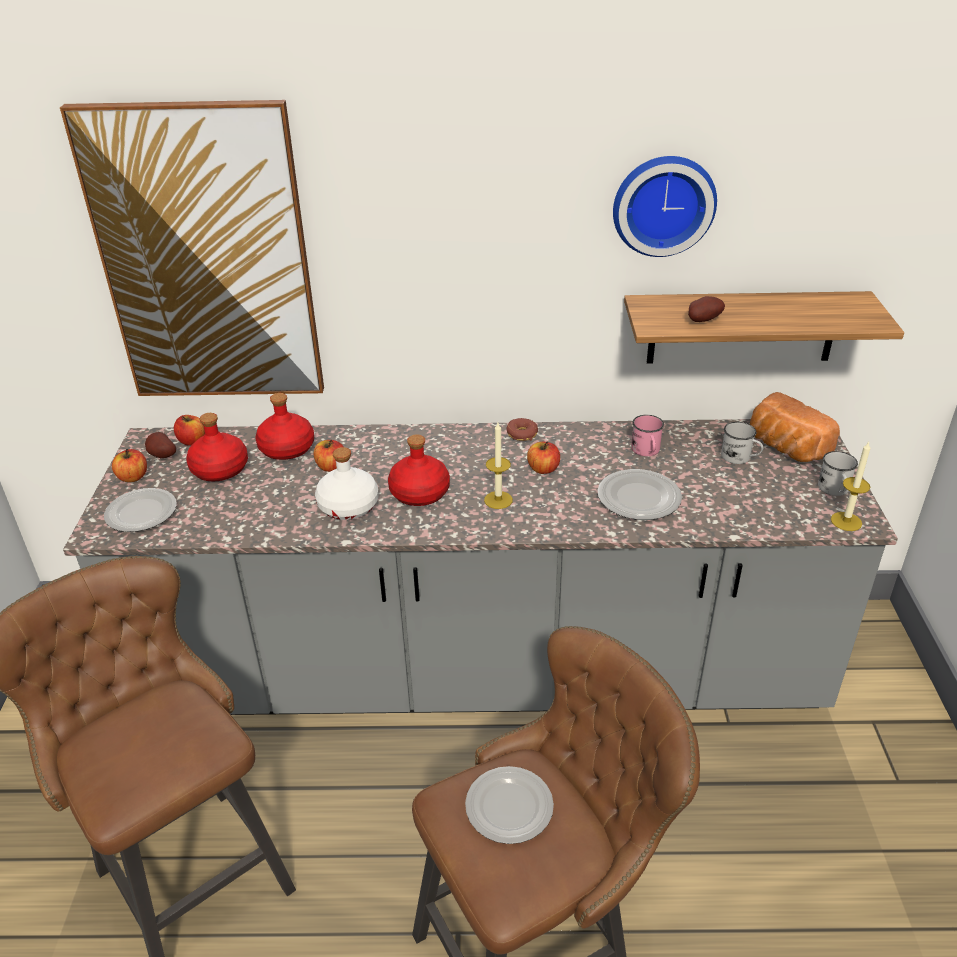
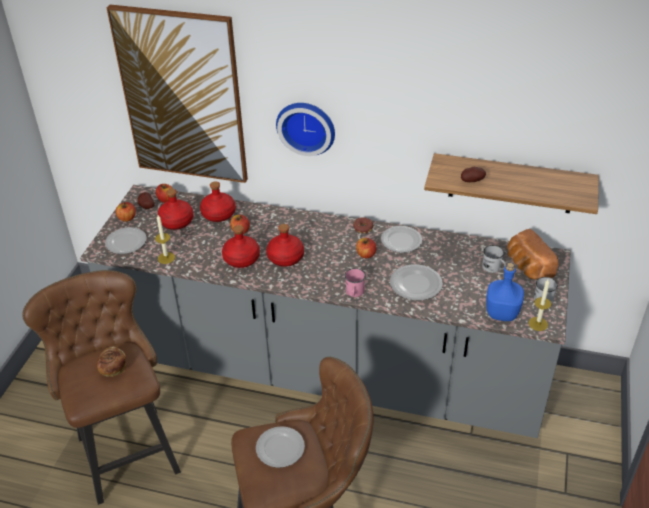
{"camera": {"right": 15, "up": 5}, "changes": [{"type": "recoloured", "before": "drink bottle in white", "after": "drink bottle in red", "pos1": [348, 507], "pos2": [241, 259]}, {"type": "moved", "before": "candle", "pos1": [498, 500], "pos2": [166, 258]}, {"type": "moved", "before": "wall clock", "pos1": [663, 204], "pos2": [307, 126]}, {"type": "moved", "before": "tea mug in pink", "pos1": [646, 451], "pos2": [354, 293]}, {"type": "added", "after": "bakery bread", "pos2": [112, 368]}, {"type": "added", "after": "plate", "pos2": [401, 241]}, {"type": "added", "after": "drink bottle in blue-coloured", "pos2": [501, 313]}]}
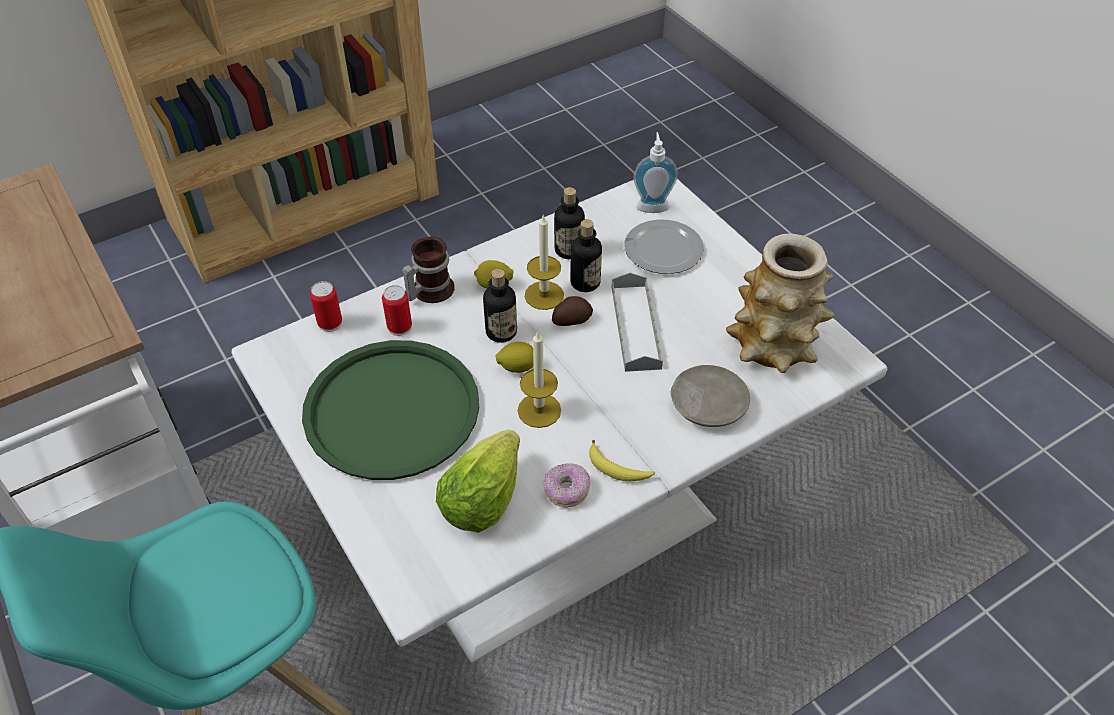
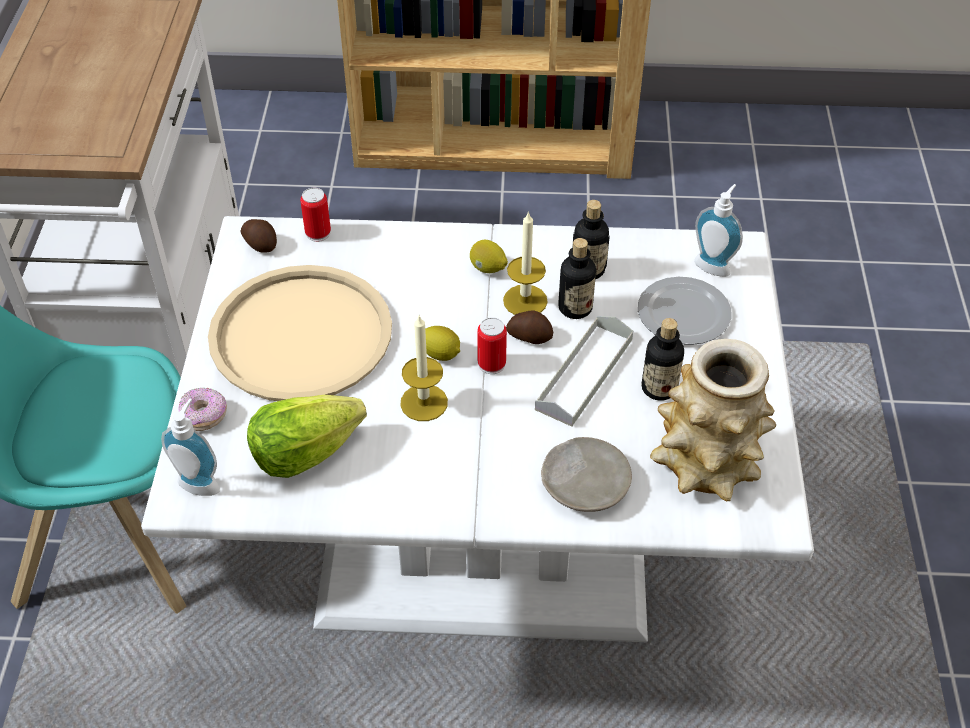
{"camera": {"right": 35, "up": 0}, "changes": [{"type": "recoloured", "before": "tray in green", "after": "tray in sand-coloured", "pos1": [392, 410], "pos2": [301, 335]}, {"type": "moved", "before": "sealed can", "pos1": [399, 327], "pos2": [491, 364]}, {"type": "removed", "before": "tea mug", "pos1": [429, 290]}, {"type": "moved", "before": "drink bottle", "pos1": [501, 332], "pos2": [659, 388]}, {"type": "moved", "before": "ring doughnut", "pos1": [566, 491], "pos2": [204, 416]}, {"type": "removed", "before": "banana", "pos1": [617, 469]}, {"type": "added", "after": "liquid soap bottle", "pos2": [201, 481]}, {"type": "added", "after": "spud", "pos2": [261, 244]}]}
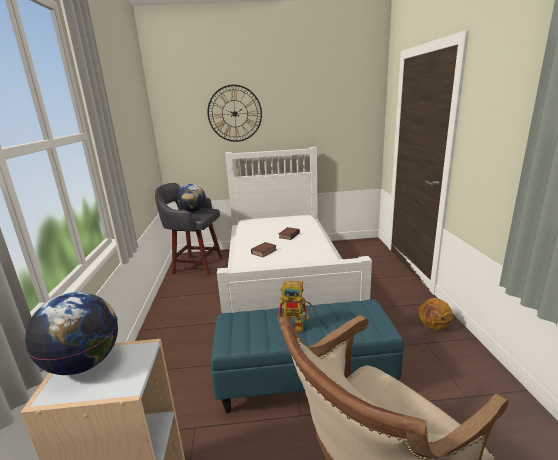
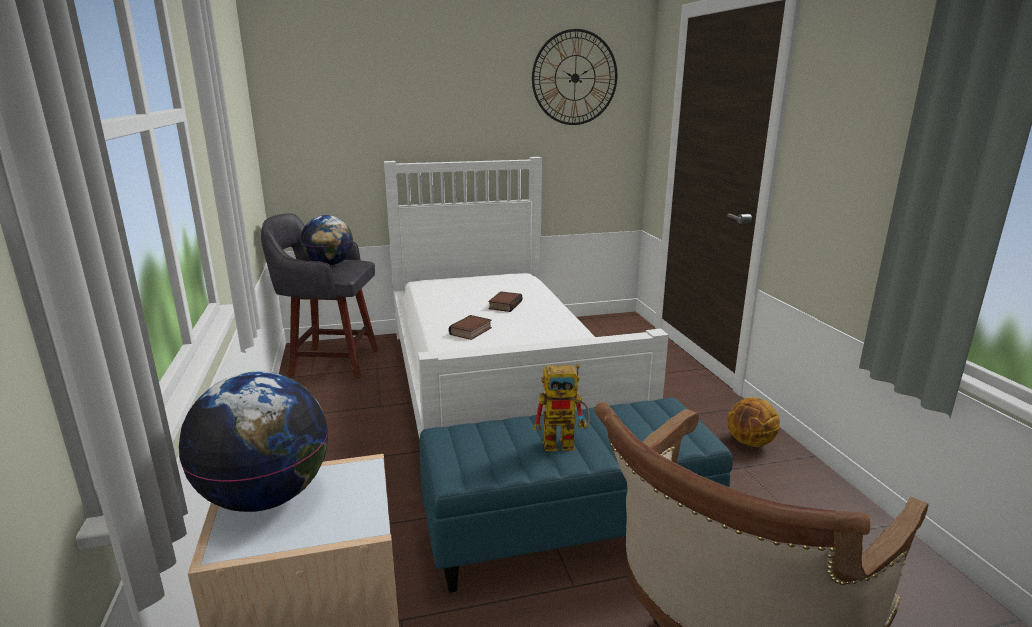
{"camera": {"right": -10, "up": 0}, "changes": [{"type": "moved", "before": "wall clock", "pos1": [234, 113], "pos2": [575, 78]}]}
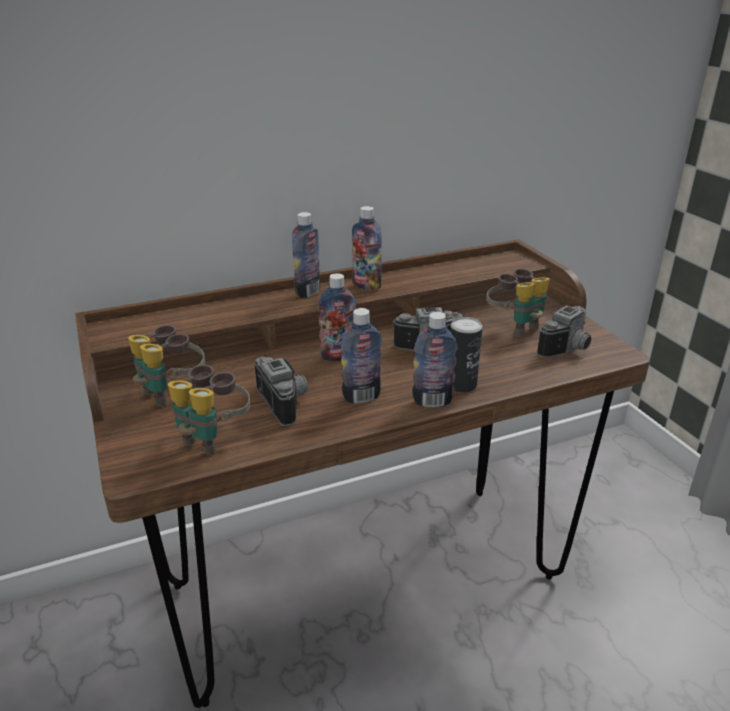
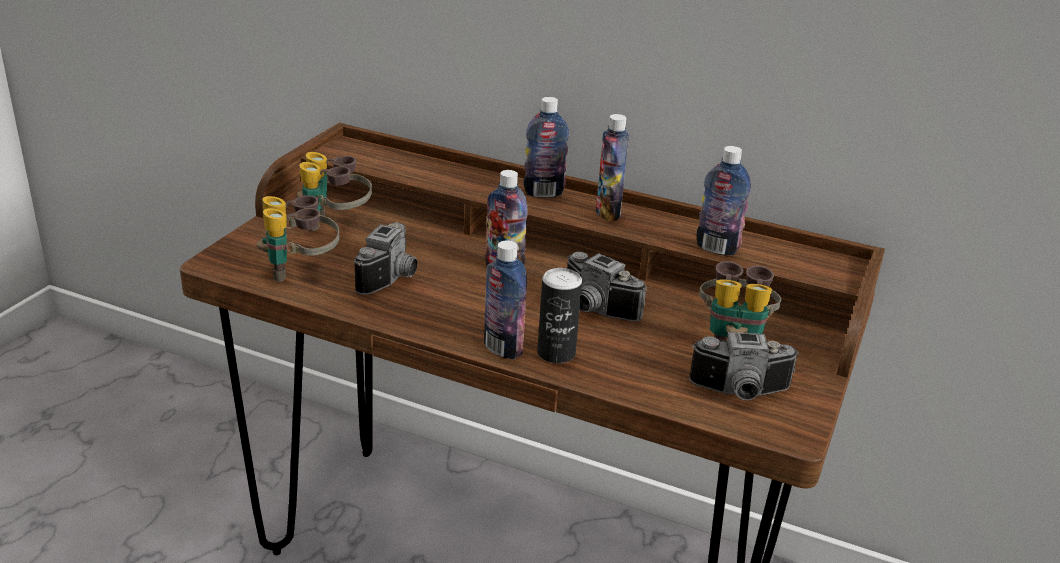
{"camera": {"right": 45, "up": 0}, "changes": [{"type": "moved", "before": "drink bottle", "pos1": [361, 397], "pos2": [717, 248]}]}
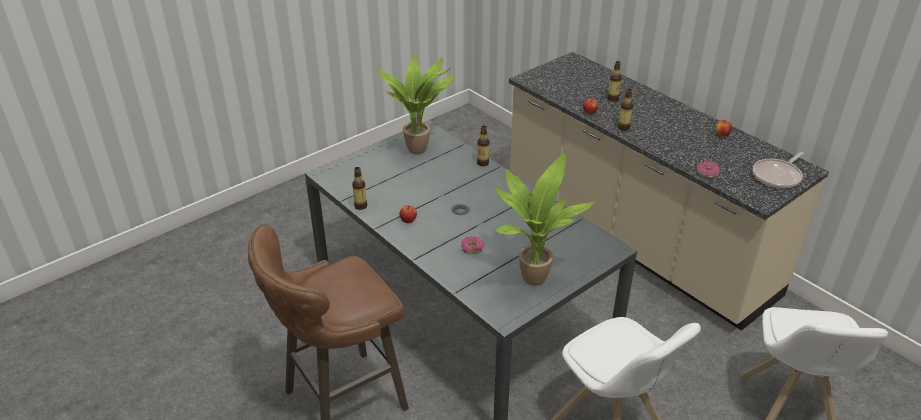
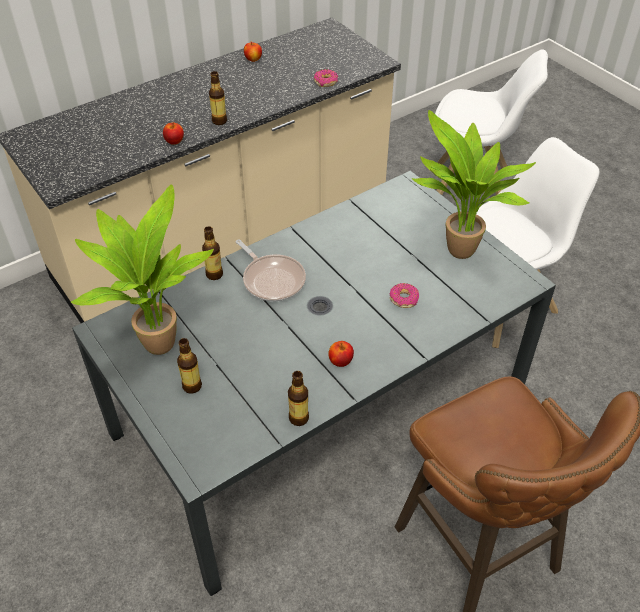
{"camera": {"right": -85, "up": 10}, "changes": [{"type": "moved", "before": "drink bottle", "pos1": [613, 99], "pos2": [192, 386]}, {"type": "moved", "before": "pan", "pos1": [778, 176], "pos2": [272, 279]}]}
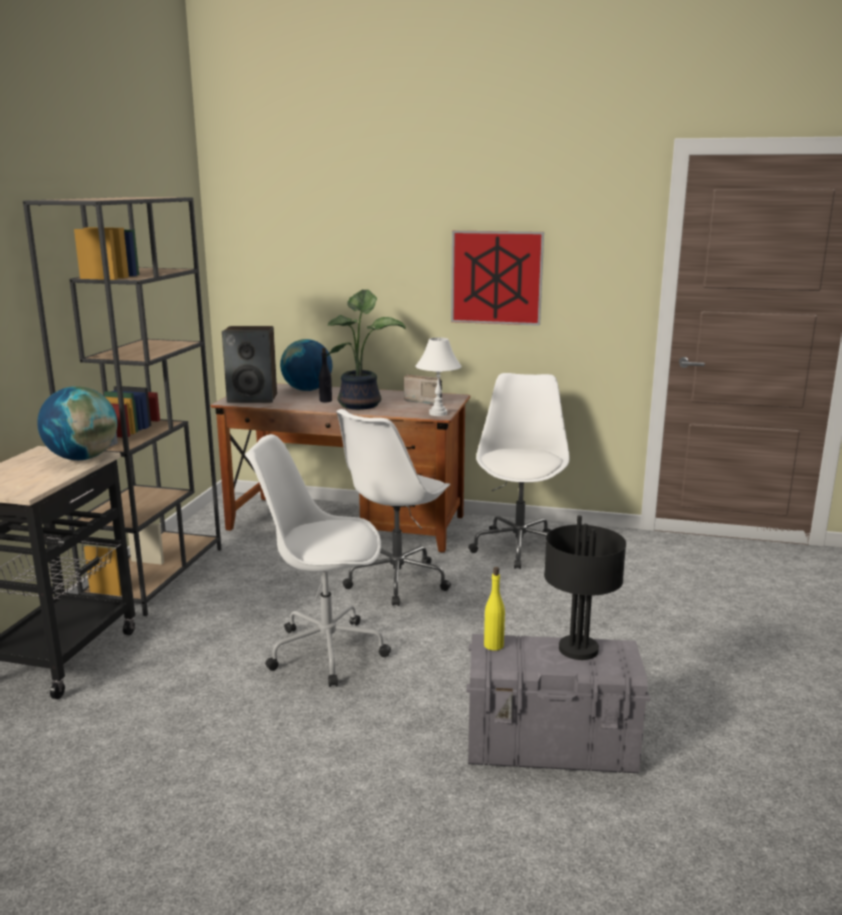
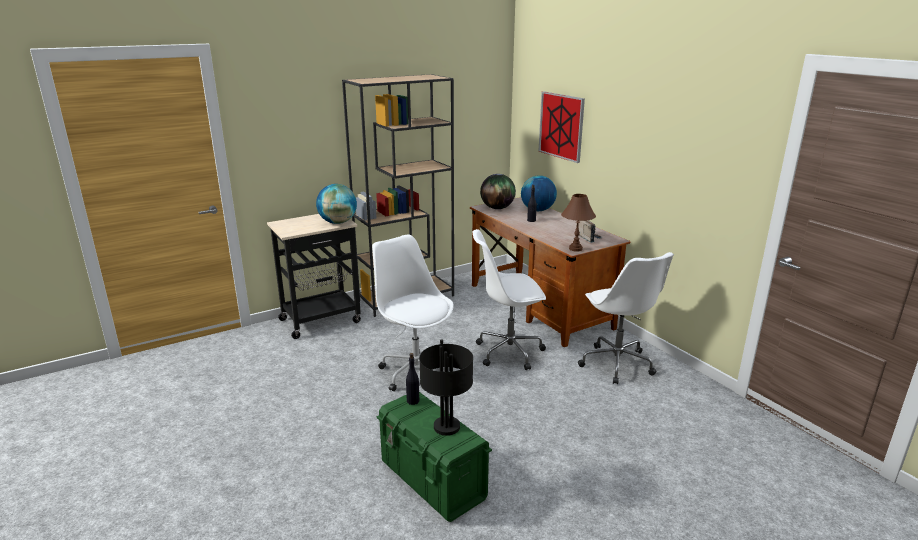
{"camera": {"right": 45, "up": 5}, "changes": [{"type": "replaced", "before": "audio speaker", "after": "desk globe", "pos1": [253, 398], "pos2": [497, 208]}, {"type": "removed", "before": "plant in a pot", "pos1": [362, 404]}, {"type": "recoloured", "before": "lamp for a table in white", "after": "lamp for a table in brown-coloured", "pos1": [437, 413], "pos2": [575, 249]}, {"type": "moved", "before": "wall art", "pos1": [496, 277], "pos2": [561, 126]}, {"type": "recoloured", "before": "storage box in greyish", "after": "storage box in green", "pos1": [551, 748], "pos2": [433, 480]}, {"type": "turned", "before": "office chair in white", "pos1": [519, 547], "pos2": [617, 365], "turn": 105}, {"type": "recoloured", "before": "drink bottle in yellow-coloured", "after": "drink bottle in black", "pos1": [493, 645], "pos2": [413, 401]}]}
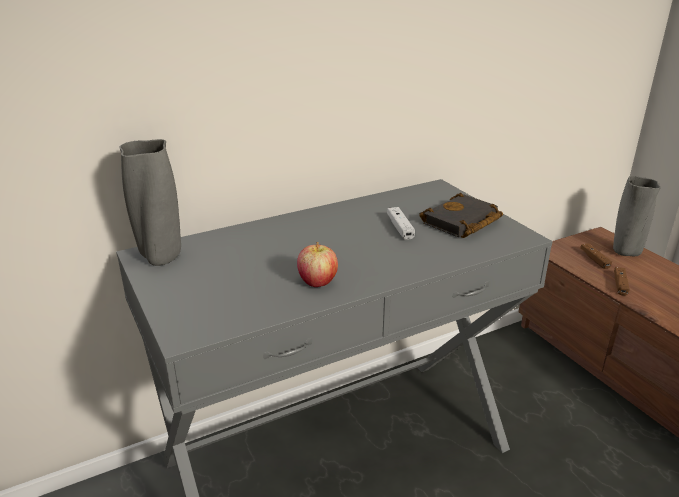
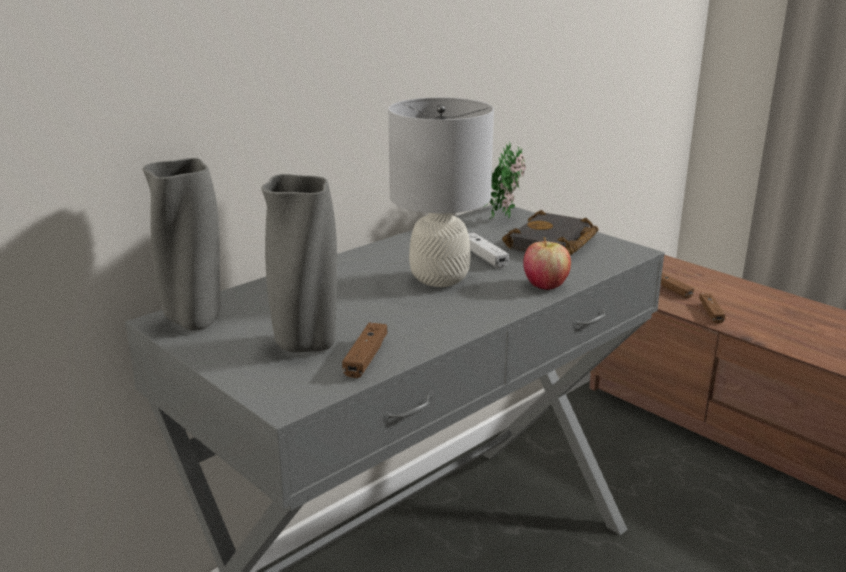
{"camera": {"right": -15, "up": -5}, "changes": [{"type": "moved", "before": "apple", "pos1": [317, 282], "pos2": [545, 285]}, {"type": "moved", "before": "vase in greyish", "pos1": [625, 252], "pos2": [305, 345]}, {"type": "added", "after": "gamepad in brown-coloured", "pos2": [366, 358]}, {"type": "added", "after": "lamp for a table in greyish", "pos2": [437, 281]}, {"type": "added", "after": "plant in a pot", "pos2": [505, 215]}]}
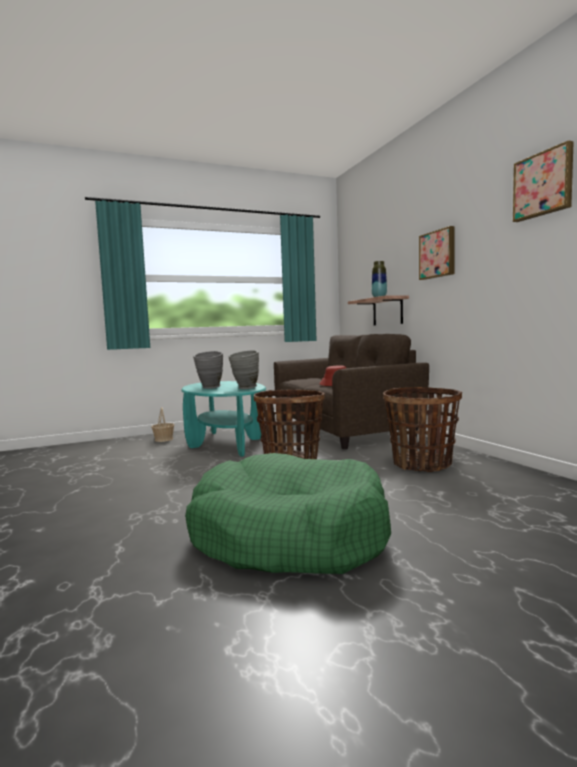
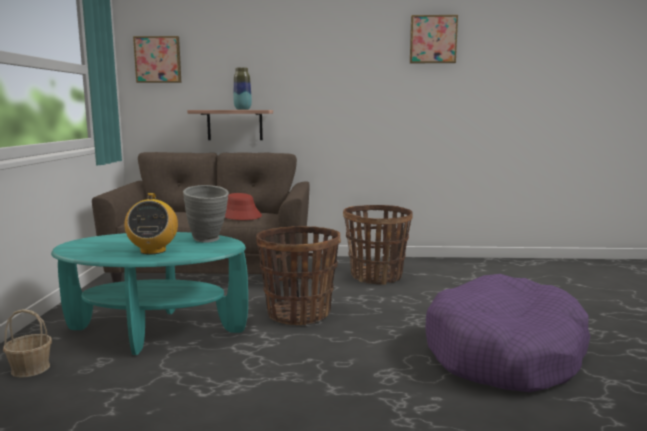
{"camera": {"right": -65, "up": 5}, "changes": [{"type": "recoloured", "before": "dog bed in green", "after": "dog bed in purple-coloured", "pos1": [288, 535], "pos2": [504, 353]}, {"type": "replaced", "before": "vase in greyish", "after": "radio", "pos1": [210, 388], "pos2": [153, 251]}, {"type": "moved", "before": "wall art", "pos1": [438, 254], "pos2": [158, 60]}]}
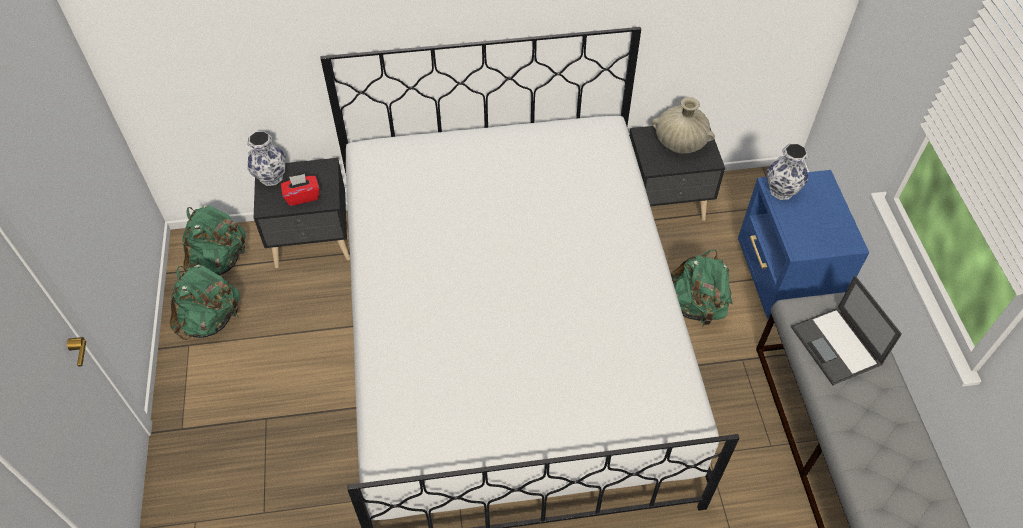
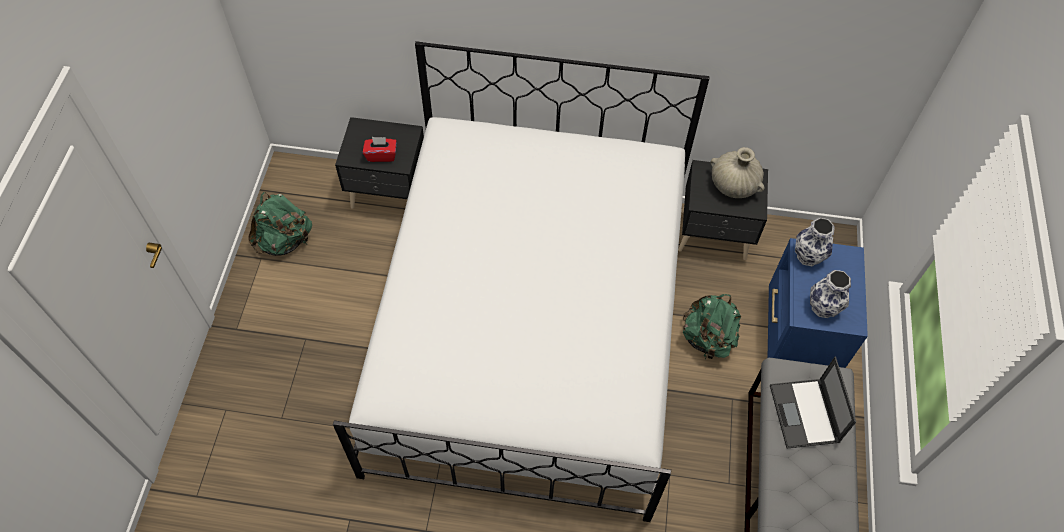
{"camera": {"right": 15, "up": 5}, "changes": [{"type": "removed", "before": "backpack in green", "pos1": [219, 261]}, {"type": "moved", "before": "vase", "pos1": [272, 177], "pos2": [823, 308]}]}
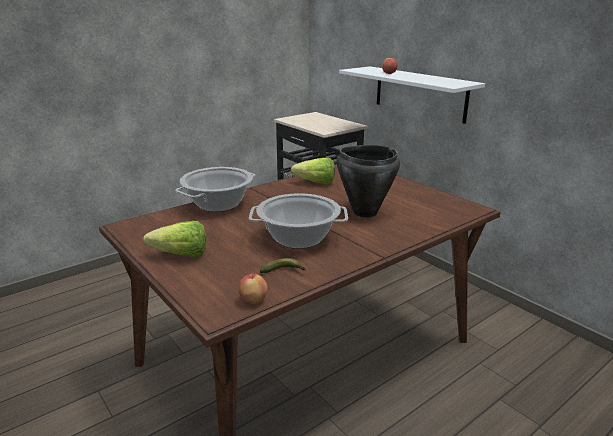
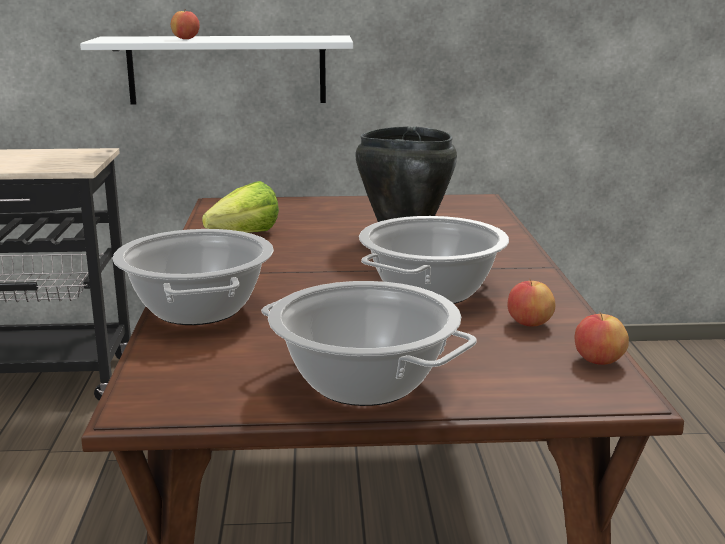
{"camera": {"right": -55, "up": -5}, "changes": [{"type": "replaced", "before": "head of lettuce", "after": "cooking pot", "pos1": [176, 255], "pos2": [365, 382]}, {"type": "replaced", "before": "banana", "after": "apple", "pos1": [284, 271], "pos2": [529, 324]}]}
